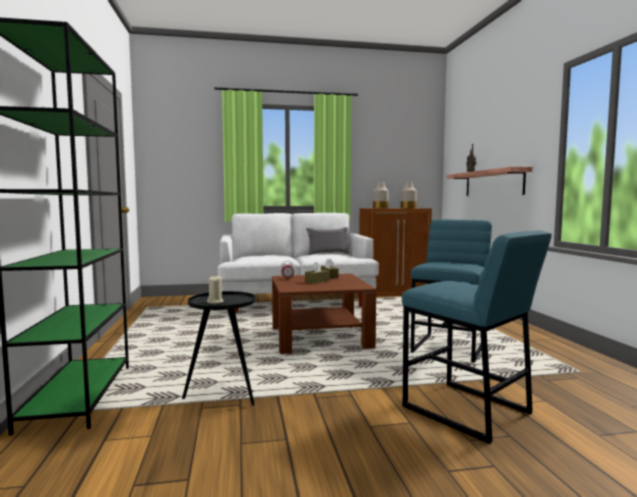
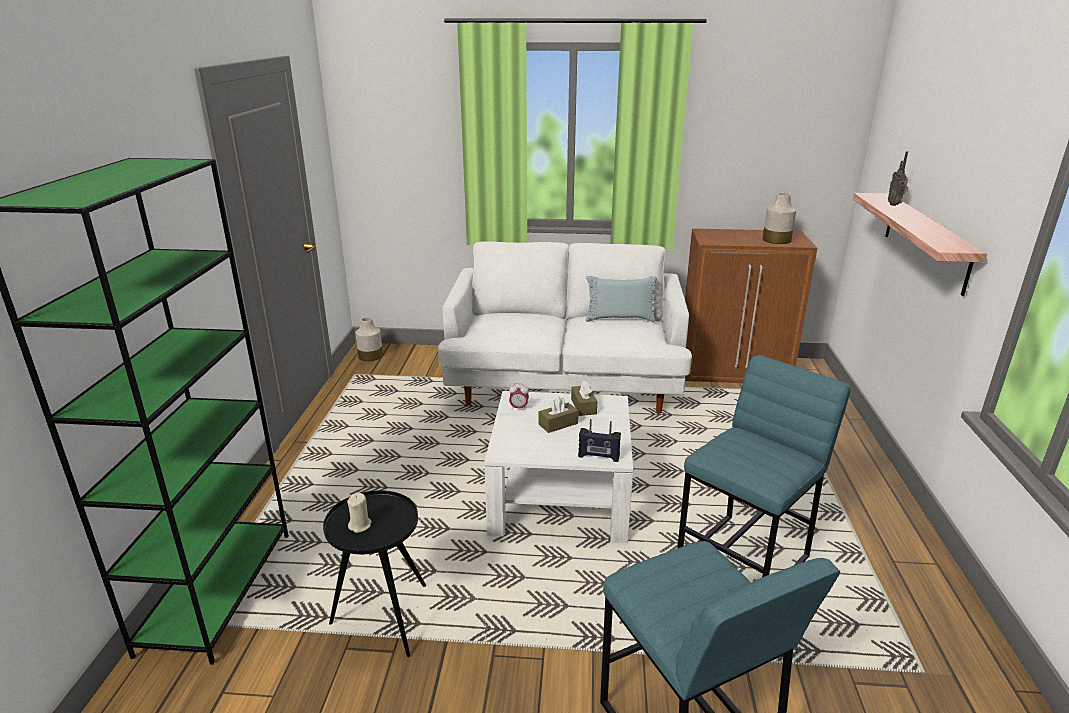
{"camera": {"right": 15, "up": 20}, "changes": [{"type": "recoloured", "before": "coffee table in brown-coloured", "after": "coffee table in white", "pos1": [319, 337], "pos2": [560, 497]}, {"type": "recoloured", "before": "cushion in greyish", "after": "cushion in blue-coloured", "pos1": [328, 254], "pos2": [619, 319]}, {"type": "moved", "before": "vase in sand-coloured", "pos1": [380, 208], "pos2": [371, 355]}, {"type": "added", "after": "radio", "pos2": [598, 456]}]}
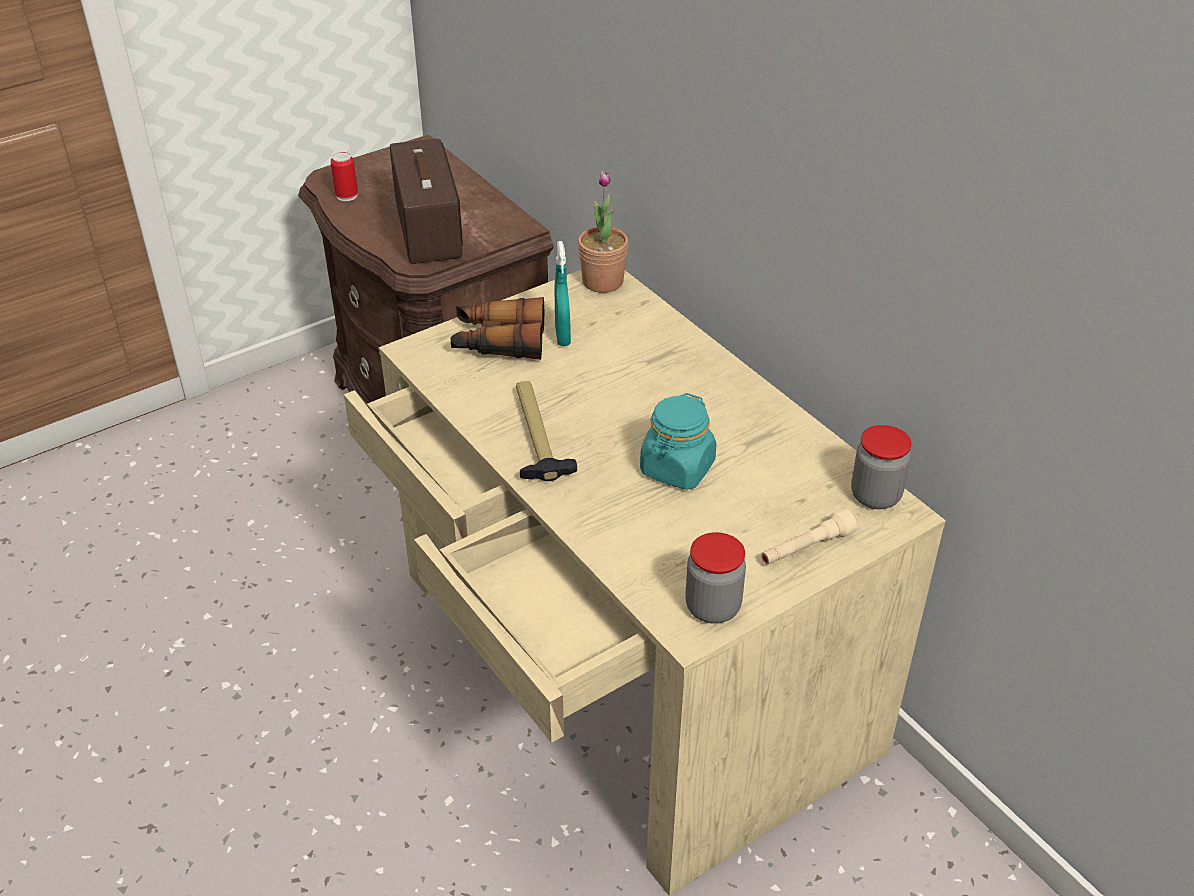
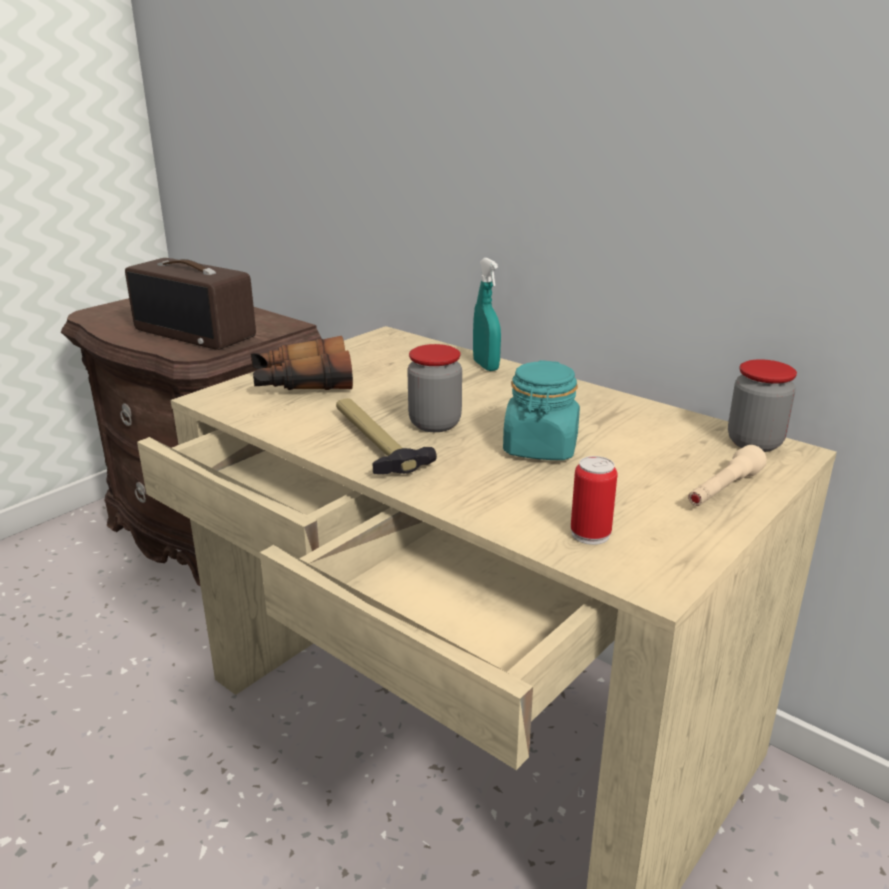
{"camera": {"right": -15, "up": -15}, "changes": [{"type": "moved", "before": "sealed can", "pos1": [347, 195], "pos2": [590, 534]}, {"type": "turned", "before": "radio", "pos1": [426, 229], "pos2": [197, 333], "turn": 150}, {"type": "moved", "before": "spray bottle in turquoise-coloured", "pos1": [562, 336], "pos2": [486, 366]}, {"type": "removed", "before": "plant in a pot", "pos1": [602, 282]}, {"type": "moved", "before": "preserve jar", "pos1": [712, 607], "pos2": [435, 424]}]}
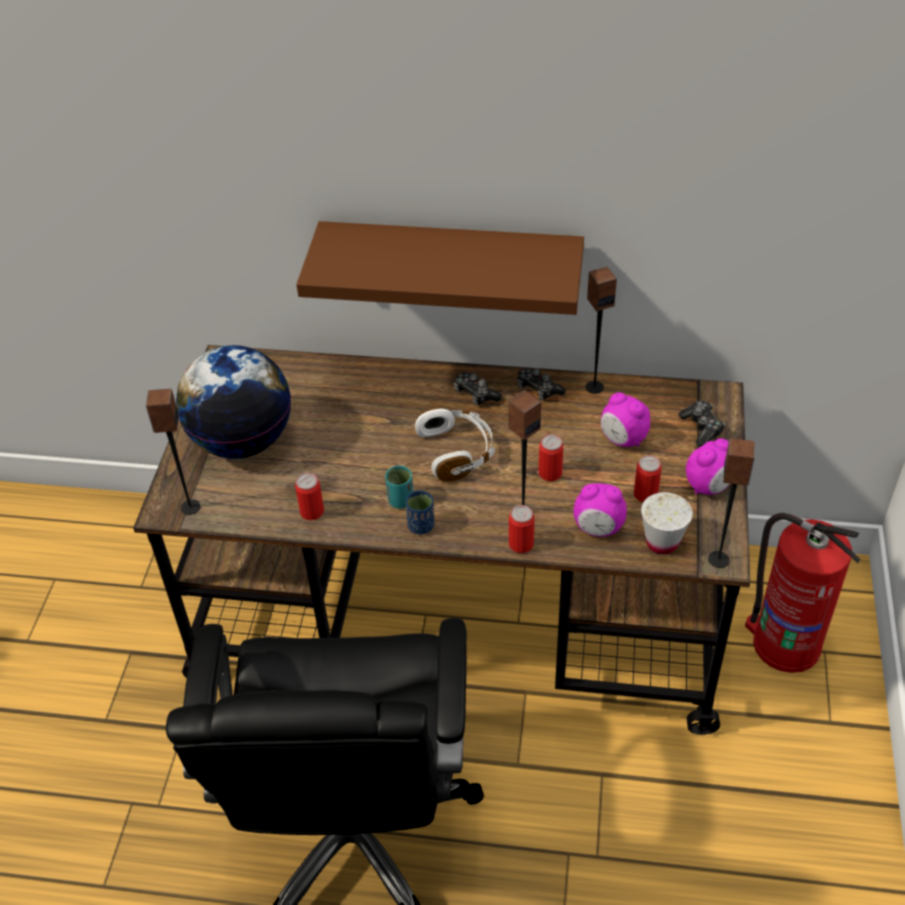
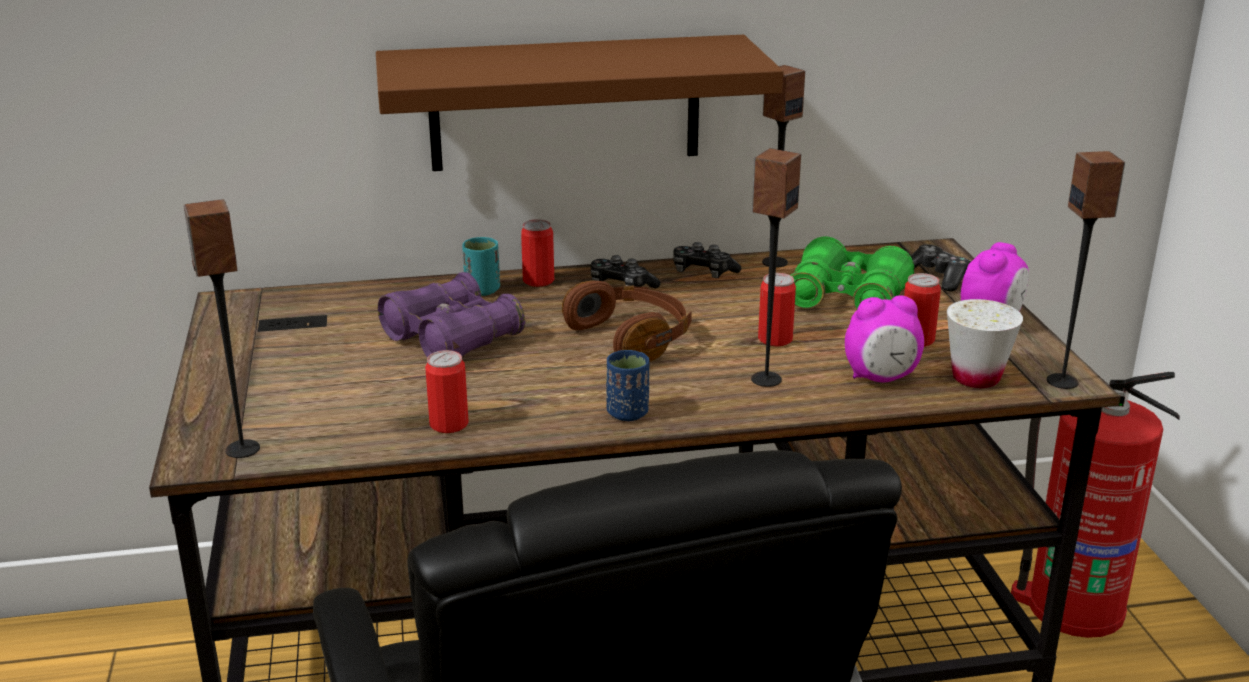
{"camera": {"right": -20, "up": -20}, "changes": [{"type": "removed", "before": "desk globe", "pos1": [242, 440]}, {"type": "moved", "before": "small cup in turquoise-coloured", "pos1": [400, 500], "pos2": [482, 290]}, {"type": "recoloured", "before": "pair of headphones in white", "after": "pair of headphones in brown-coloured", "pos1": [457, 452], "pos2": [632, 338]}, {"type": "moved", "before": "sealed can", "pos1": [521, 544], "pos2": [538, 281]}, {"type": "replaced", "before": "alarm clock", "after": "pair of binoculars in green", "pos1": [623, 439], "pos2": [847, 299]}, {"type": "added", "after": "pair of binoculars in purple-coloured", "pos2": [452, 338]}]}
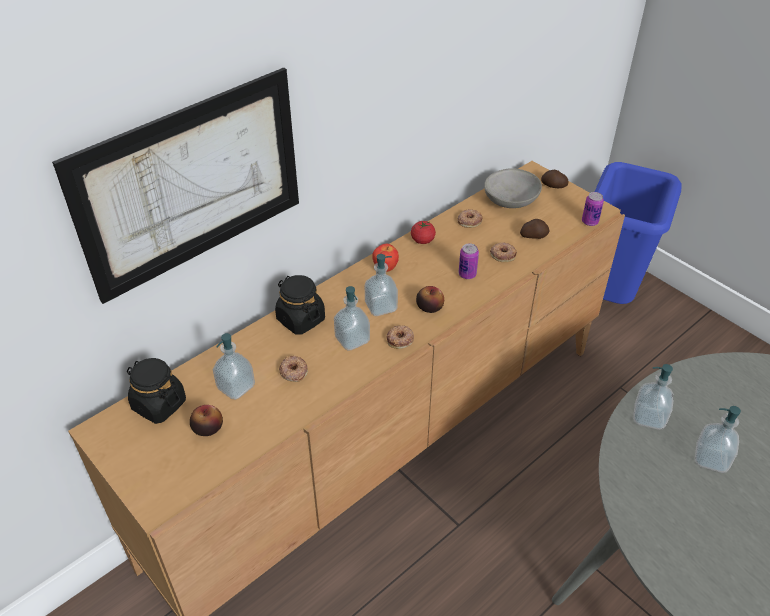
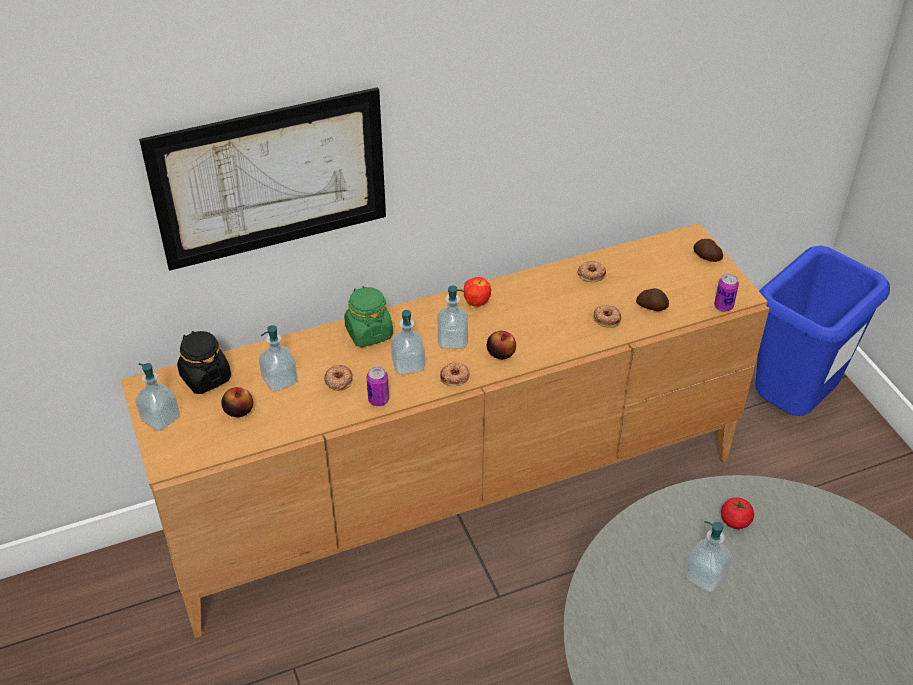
{"camera": {"right": 20, "up": 0}, "changes": [{"type": "recoloured", "before": "preserve jar in black", "after": "preserve jar in green", "pos1": [300, 319], "pos2": [368, 332]}, {"type": "moved", "before": "tomato", "pos1": [422, 240], "pos2": [735, 521]}, {"type": "moved", "before": "sealed can", "pos1": [467, 274], "pos2": [378, 400]}, {"type": "removed", "before": "bowl in greyish", "pos1": [511, 201]}, {"type": "moved", "before": "liquid soap bottle", "pos1": [649, 417], "pos2": [160, 418]}]}
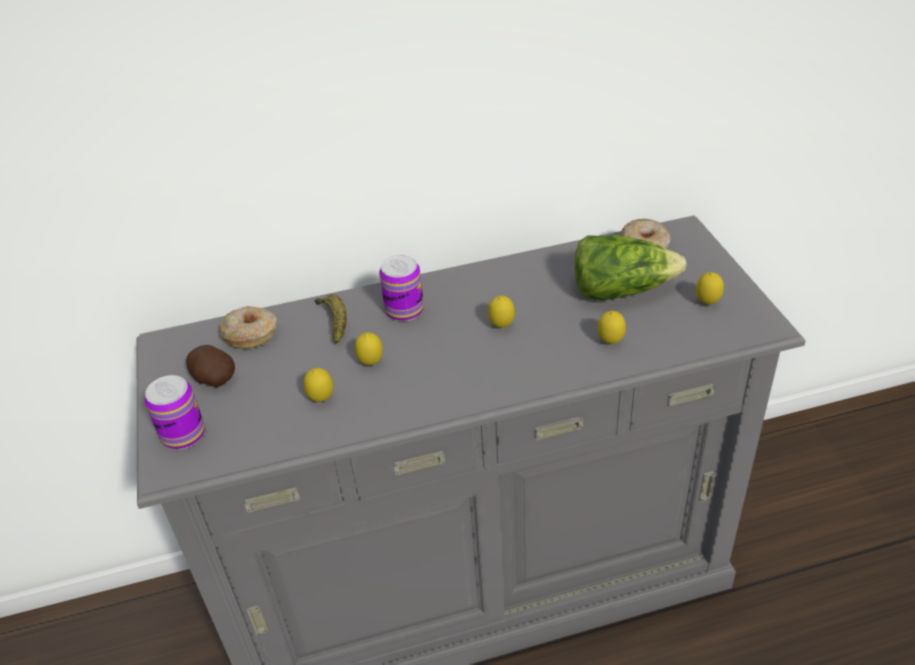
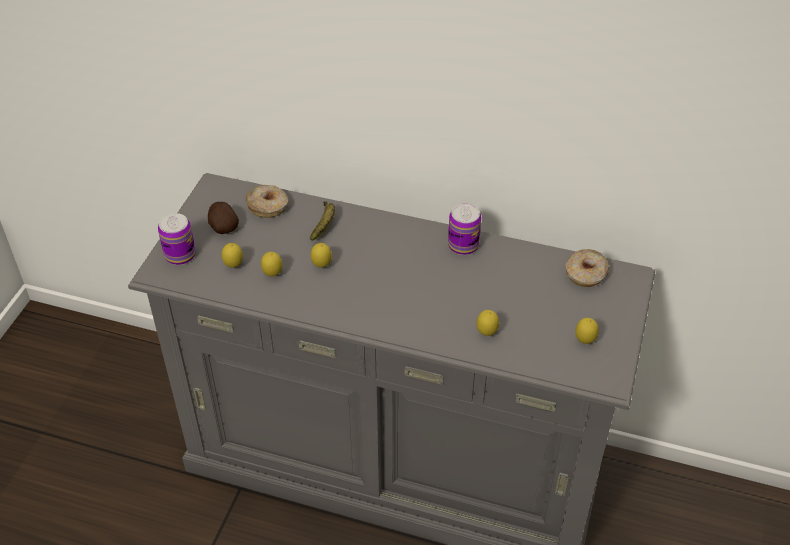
{"camera": {"right": 30, "up": 5}, "changes": [{"type": "moved", "before": "sealed can", "pos1": [404, 310], "pos2": [463, 245]}, {"type": "moved", "before": "lemon", "pos1": [501, 326], "pos2": [234, 266]}, {"type": "removed", "before": "head of lettuce", "pos1": [621, 290]}]}
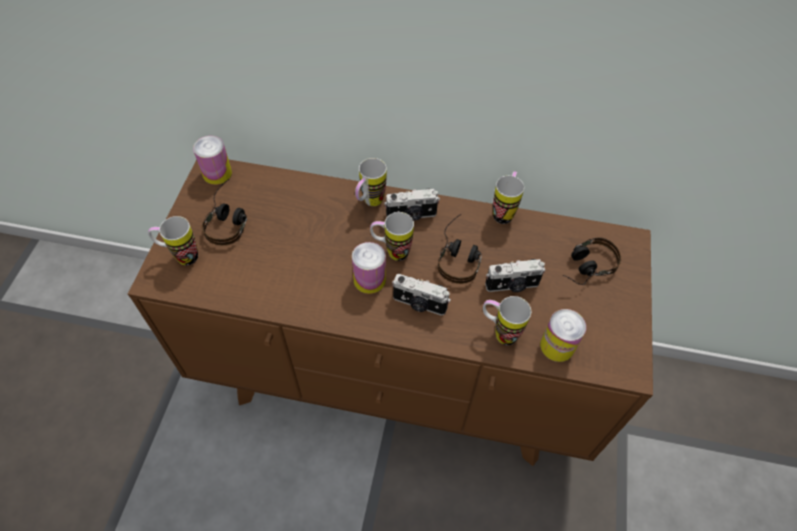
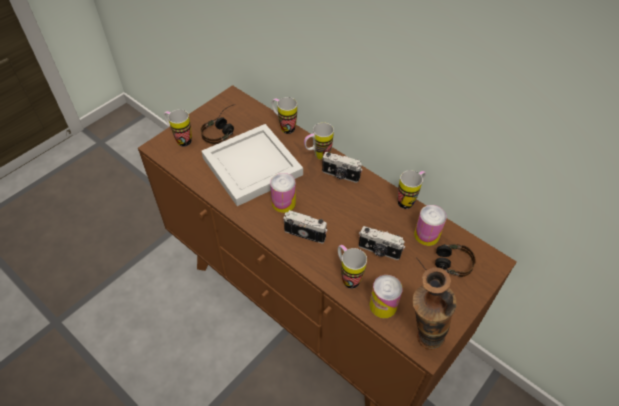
{"camera": {"right": 30, "up": -5}, "changes": [{"type": "moved", "before": "sealed can", "pos1": [217, 173], "pos2": [426, 235]}, {"type": "moved", "before": "tea mug", "pos1": [391, 251], "pos2": [284, 127]}, {"type": "turned", "before": "still camera", "pos1": [419, 304], "pos2": [305, 233], "turn": 150}, {"type": "removed", "before": "pair of headphones", "pos1": [460, 256]}, {"type": "added", "after": "tray in white", "pos2": [252, 165]}, {"type": "added", "after": "vase", "pos2": [421, 340]}]}
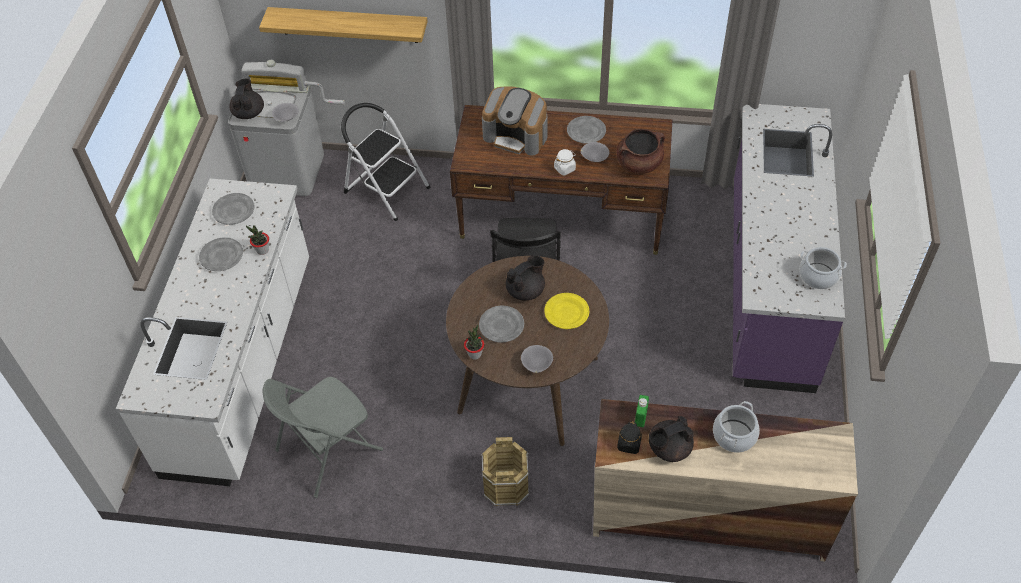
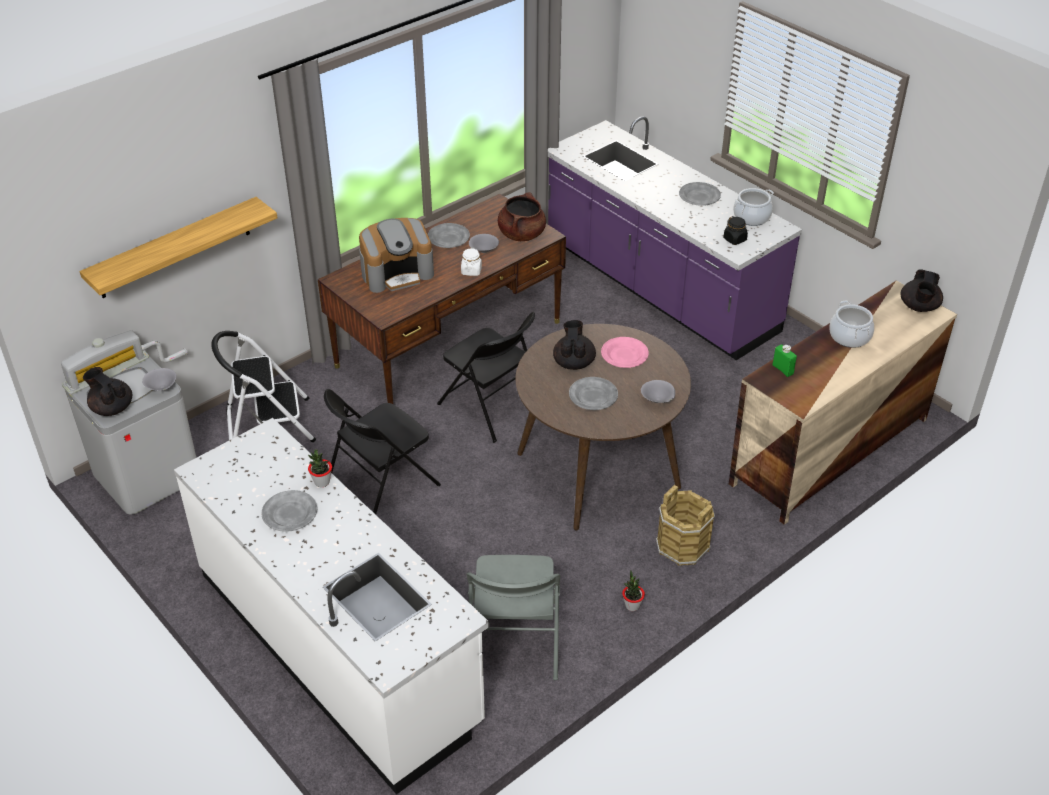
{"camera": {"right": -50, "up": -10}, "changes": [{"type": "moved", "before": "plate in greyish", "pos1": [233, 210], "pos2": [699, 196]}, {"type": "moved", "before": "plant in a pot", "pos1": [475, 354], "pos2": [632, 605]}, {"type": "recoloured", "before": "plate in yellow-coloured", "after": "plate in pink", "pos1": [566, 313], "pos2": [624, 355]}, {"type": "moved", "before": "preserve jar in black", "pos1": [629, 444], "pos2": [735, 239]}, {"type": "moved", "before": "teapot in black", "pos1": [668, 449], "pos2": [919, 307]}, {"type": "added", "after": "plain chair in black", "pos2": [382, 485]}]}
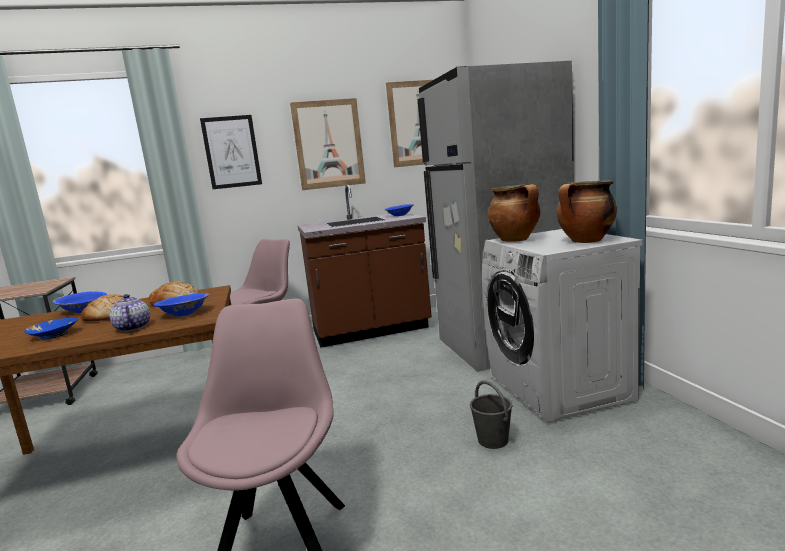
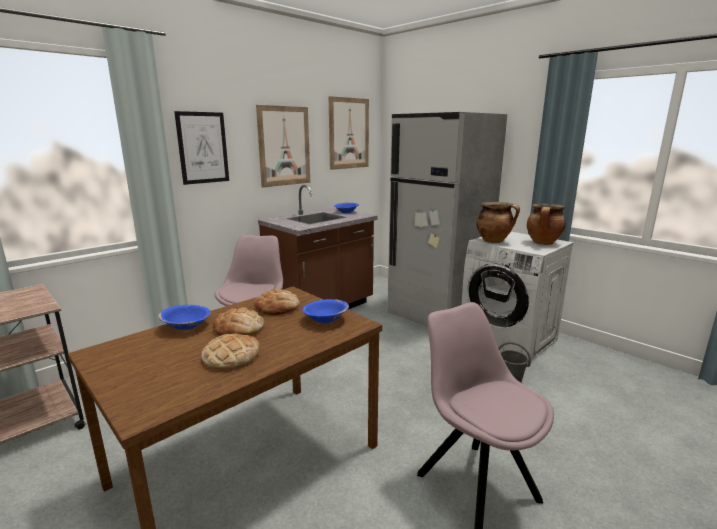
{"camera": {"right": -30, "up": 5}, "changes": [{"type": "replaced", "before": "bowl in blue-coloured", "after": "bakery bread", "pos1": [54, 335], "pos2": [231, 356]}, {"type": "removed", "before": "teapot", "pos1": [132, 328]}]}
